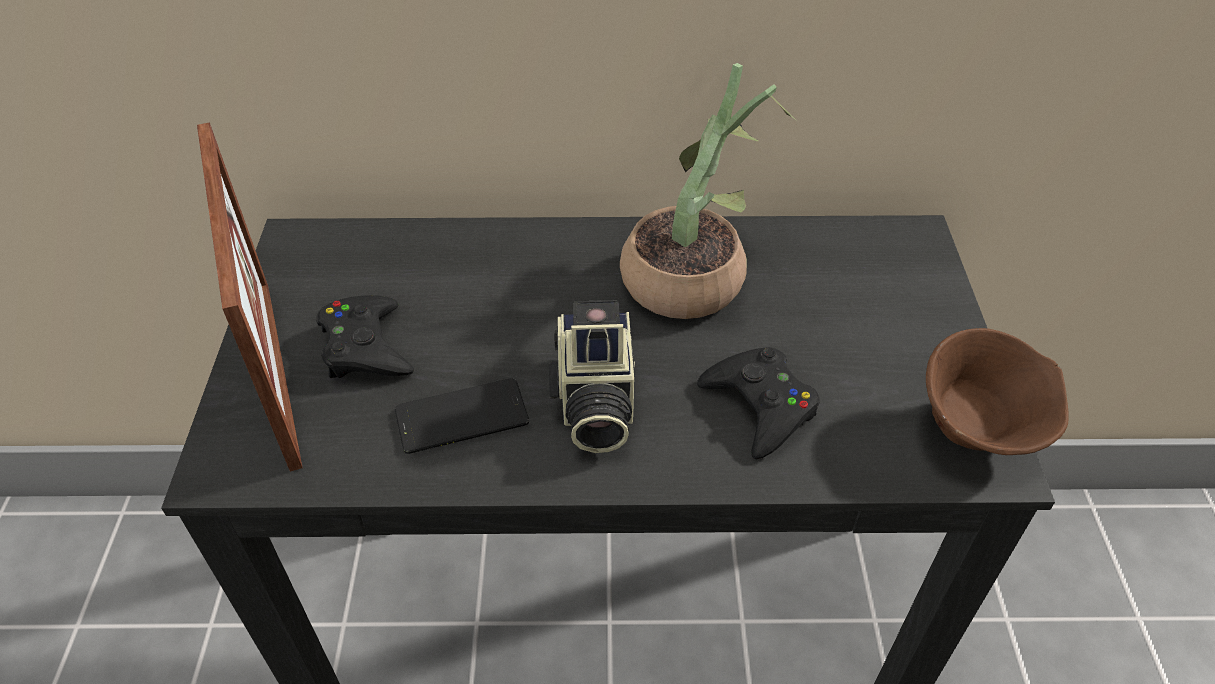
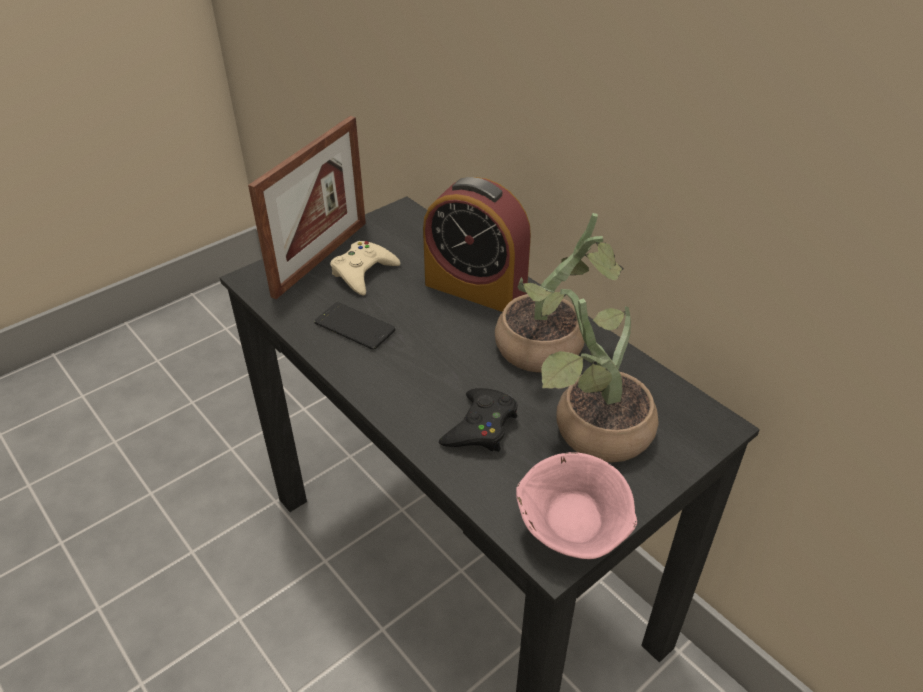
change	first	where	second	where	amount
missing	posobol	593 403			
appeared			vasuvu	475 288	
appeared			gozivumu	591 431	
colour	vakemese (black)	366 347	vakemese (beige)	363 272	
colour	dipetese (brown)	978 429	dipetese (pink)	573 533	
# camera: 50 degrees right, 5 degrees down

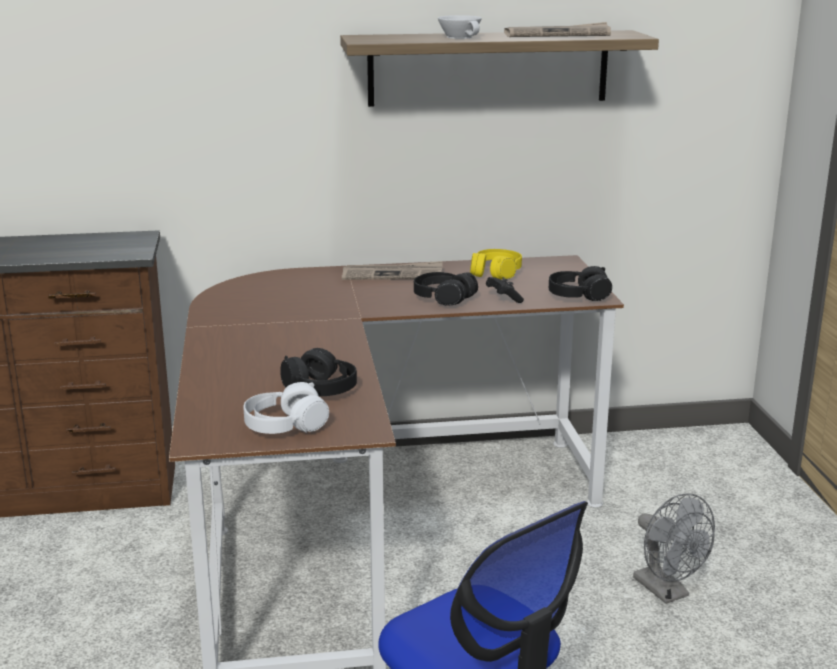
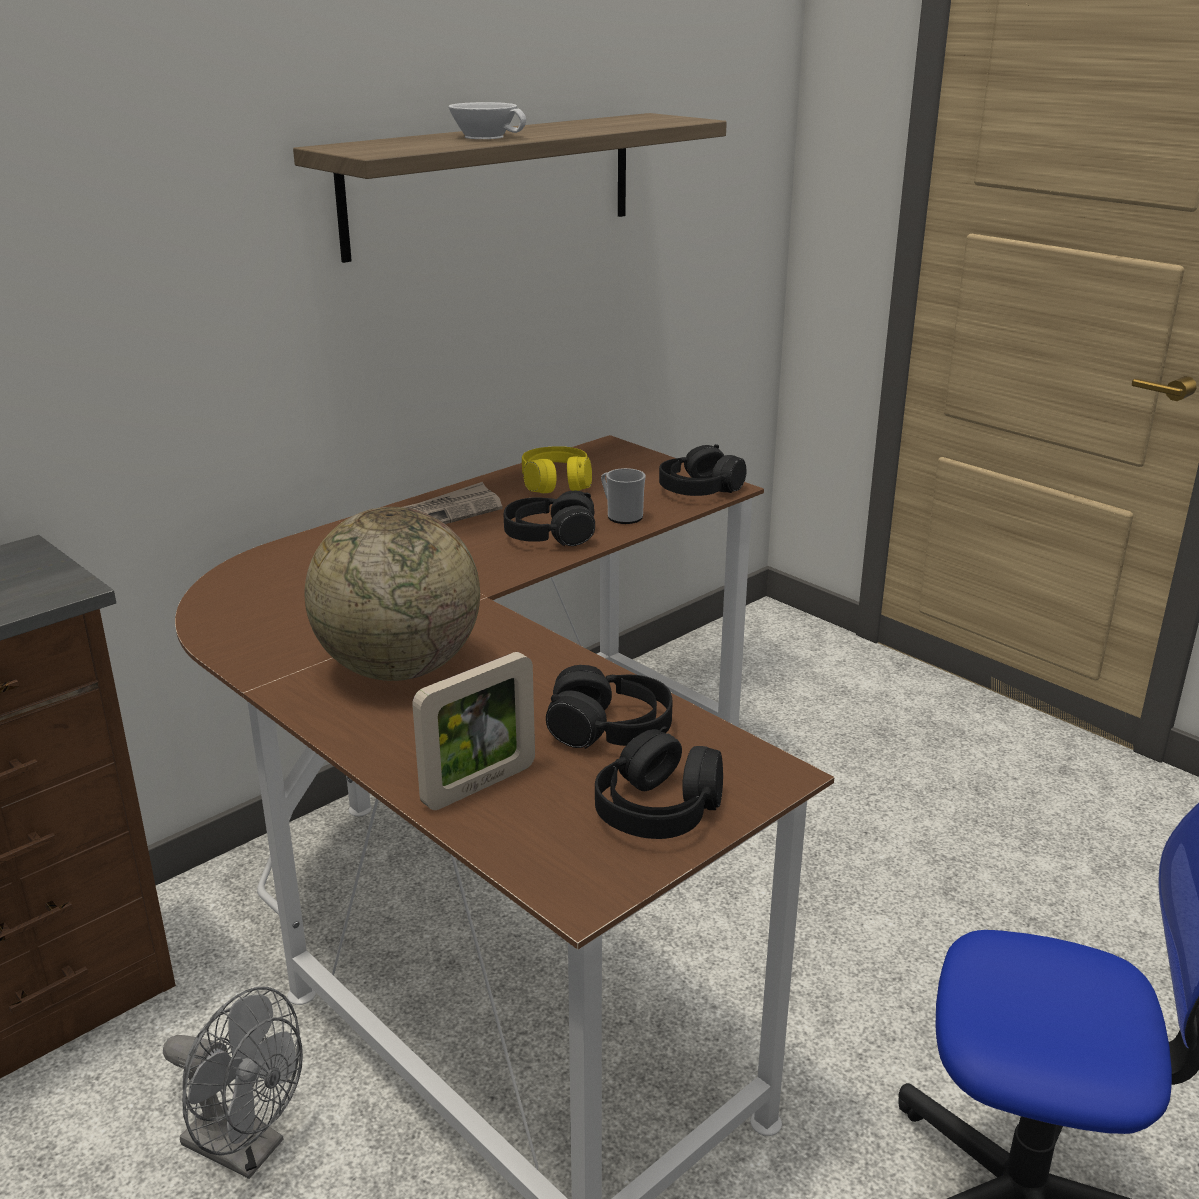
change	first	where	second	where	amount
missing	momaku	558 34			
appeared			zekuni	399 668	
appeared			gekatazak	479 785	
relocated	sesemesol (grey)	667 592		246 1149	
exchanged	vakemese (black)	503 298	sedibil	621 516	
colour	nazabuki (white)	285 425	nazabuki (black)	658 810	
# camera: 35 degrees left, 5 degrees up

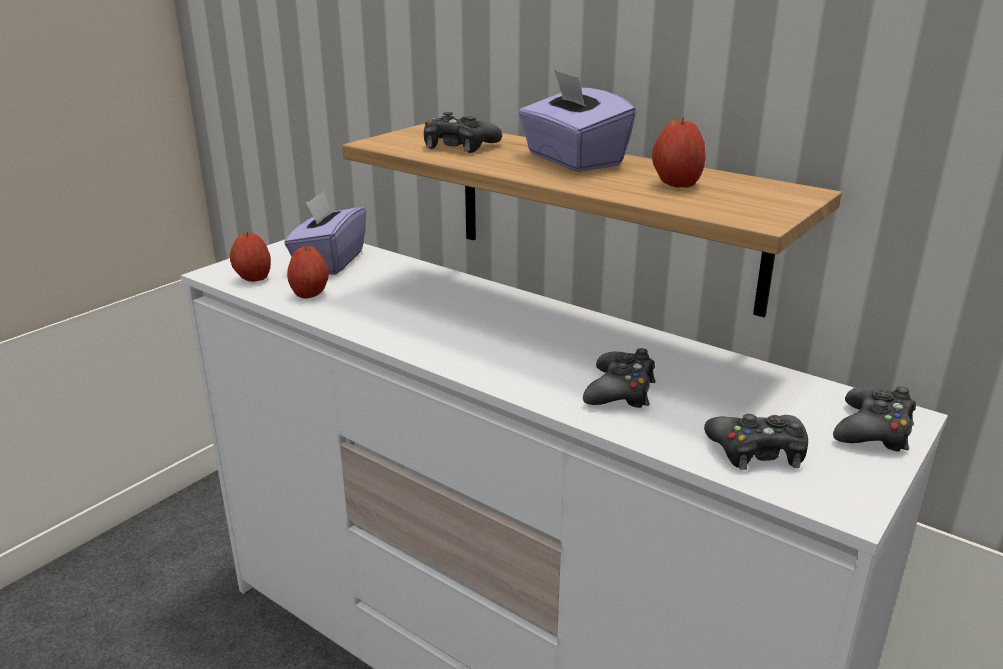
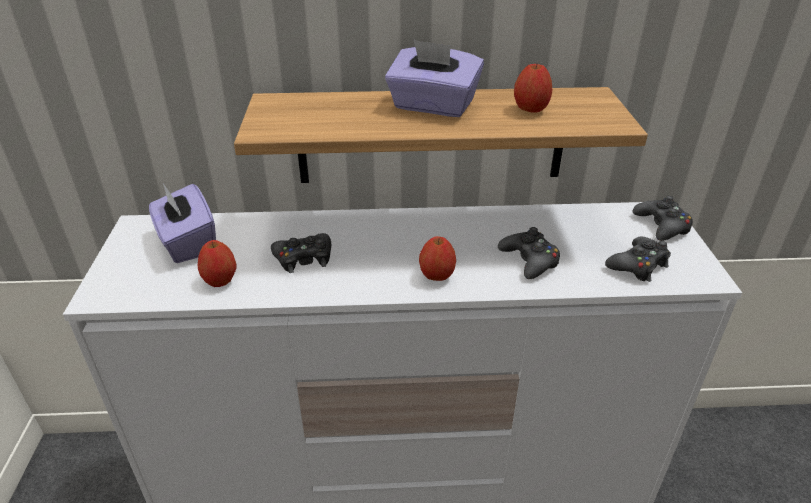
change	first	where	second	where	amount
relocated	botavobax	253 279		436 276	
relocated	vakemese (black)	459 146		304 258	
# camera: 40 degrees left, 10 degrees up

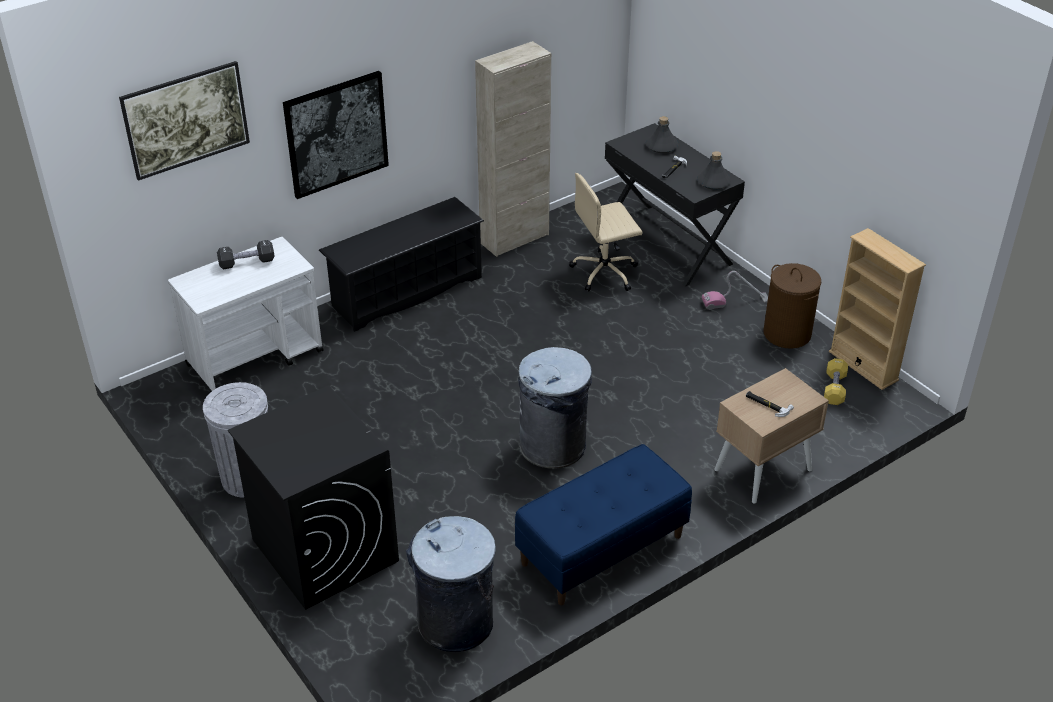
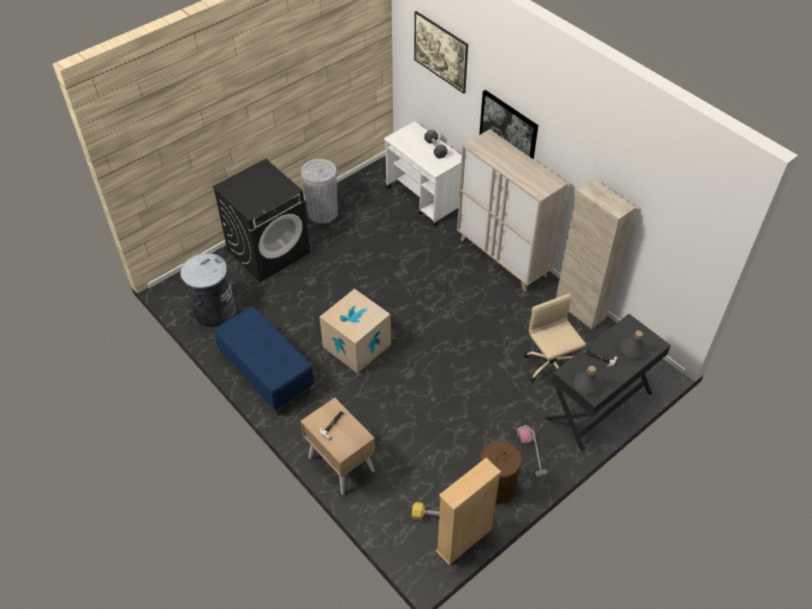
change	first	where	second	where	amount
exchanged	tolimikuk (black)	406 292	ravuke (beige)	503 257	
exchanged	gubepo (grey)	553 446	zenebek	357 345	
# camera: 85 degrees right, 10 degrees up

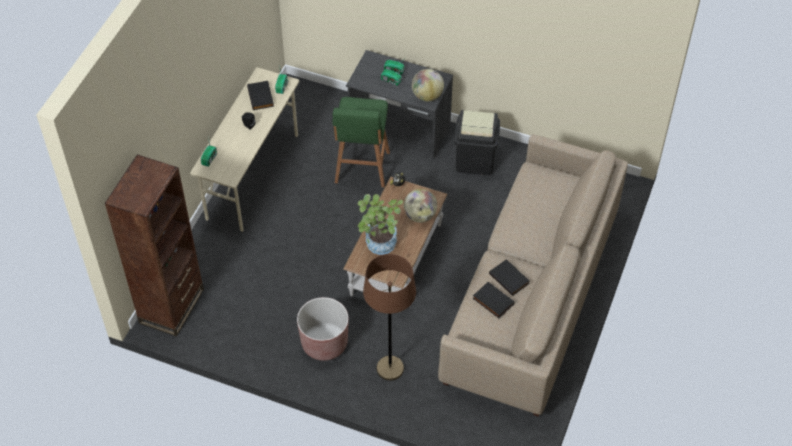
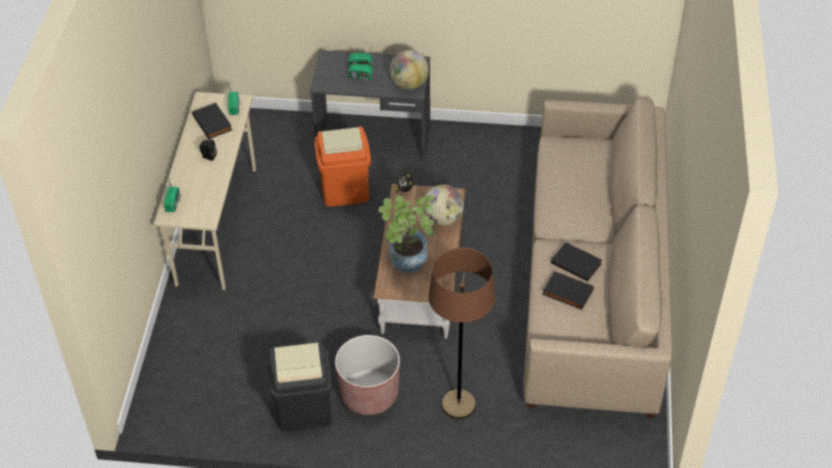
change	first	where	second	where	amount
missing	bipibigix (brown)	172 306			
relocated	gubepo (black)	475 161		304 409	
exchanged	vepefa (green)	362 169	gubepo (orange)	345 190	
# camera: 15 degrees left, 5 degrees down

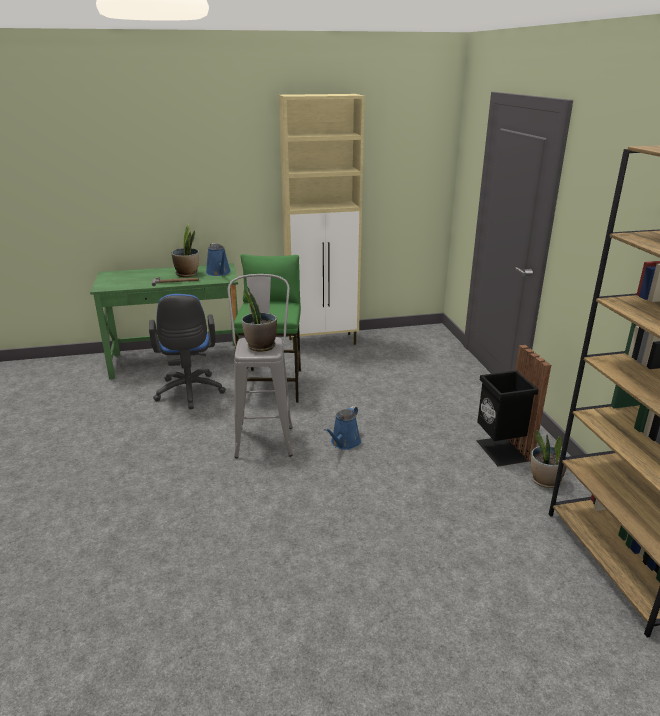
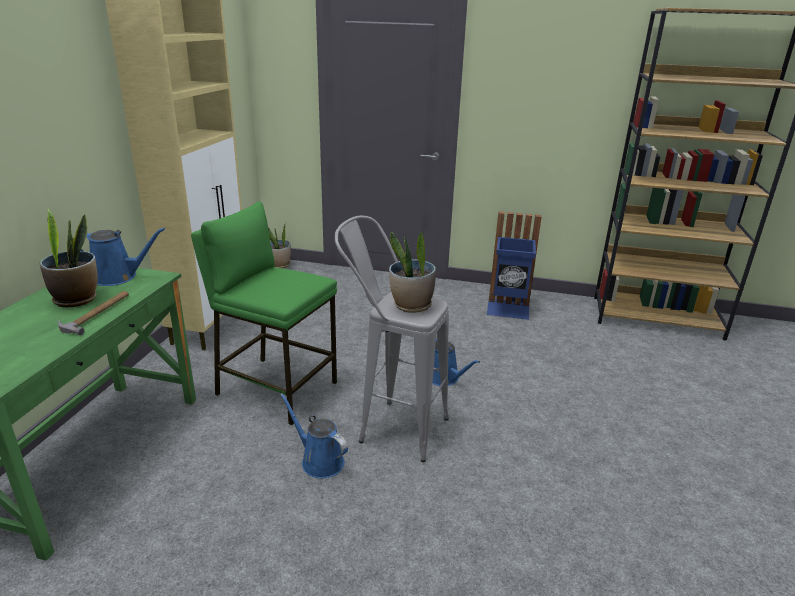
change	first	where	second	where	amount
missing	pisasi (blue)	189 393			
appeared			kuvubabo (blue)	319 461	
relocated	gozivumu	545 480		279 265	
colour	gubepo (black)	502 450	gubepo (blue)	508 310	
# camera: 65 degrees left, 0 degrees up

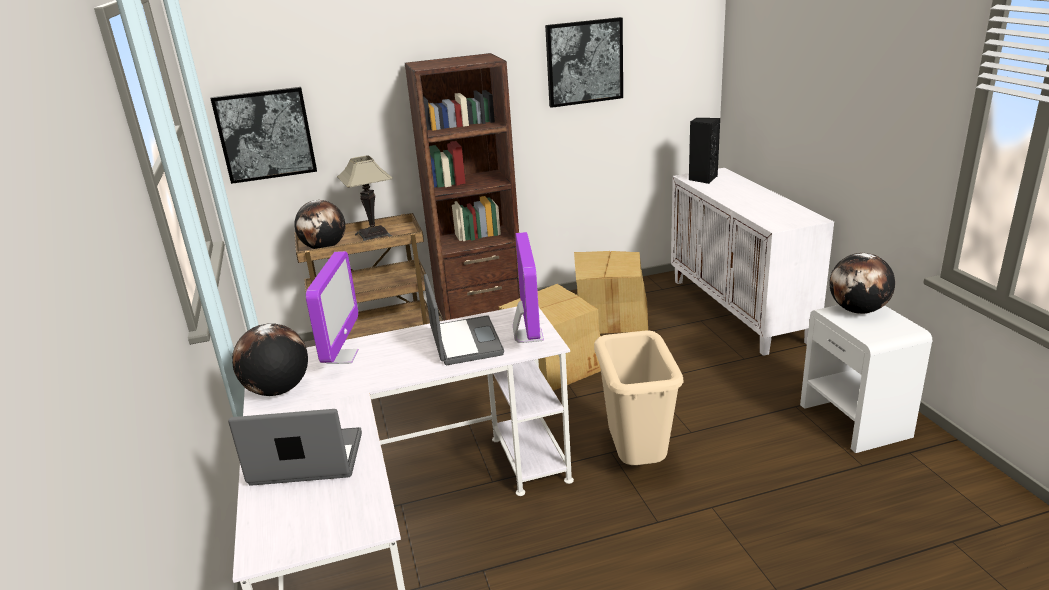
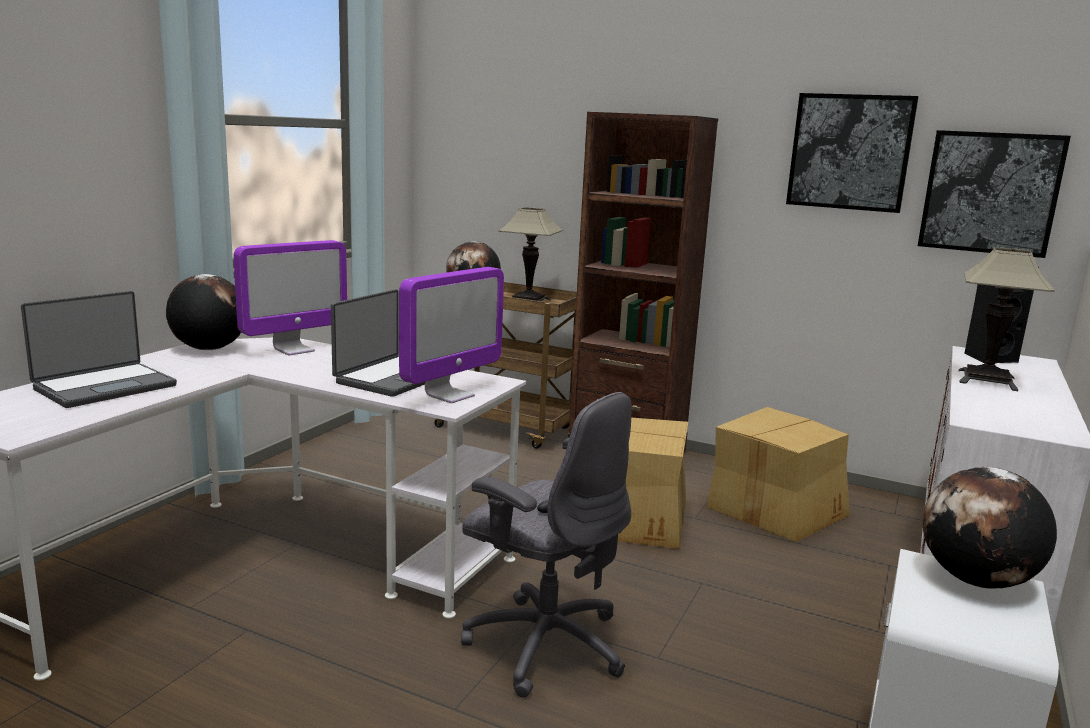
change	first	where	second	where	amount
appeared			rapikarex	987 380	
relocated	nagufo	265 134		990 193	
exchanged	gubepo (beige)	637 461	pisasi (grey)	544 643	
spun	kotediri	306 461		104 387	90 degrees clockwise
# camera: 40 degrees right, 10 degrees down

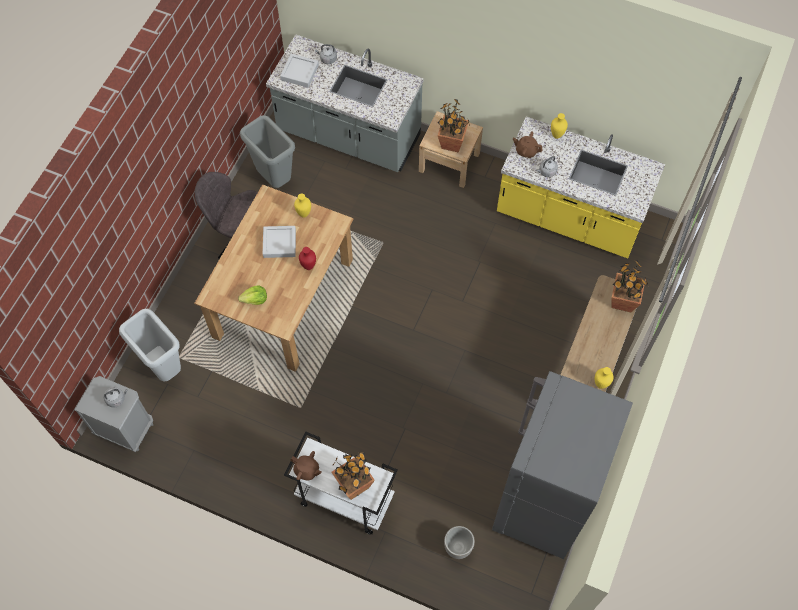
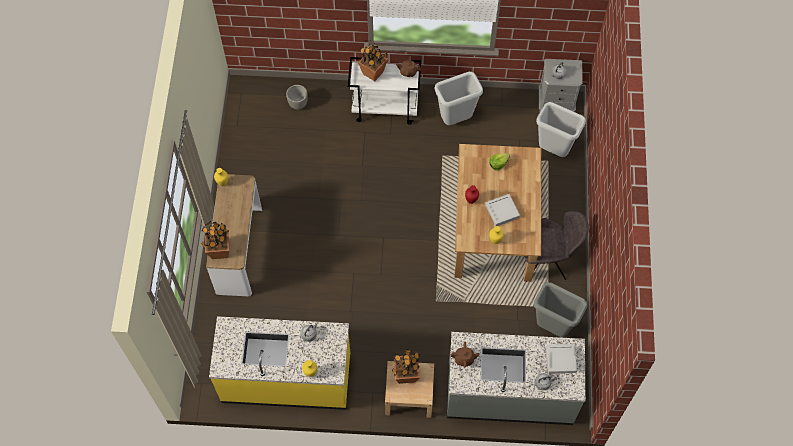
change	first	where	second	where	amount
missing	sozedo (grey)	541 504			
appeared			gubepo (grey)	456 119	
relocated	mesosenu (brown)	526 151		464 359	
# camera: 160 degrees right, 0 degrees up

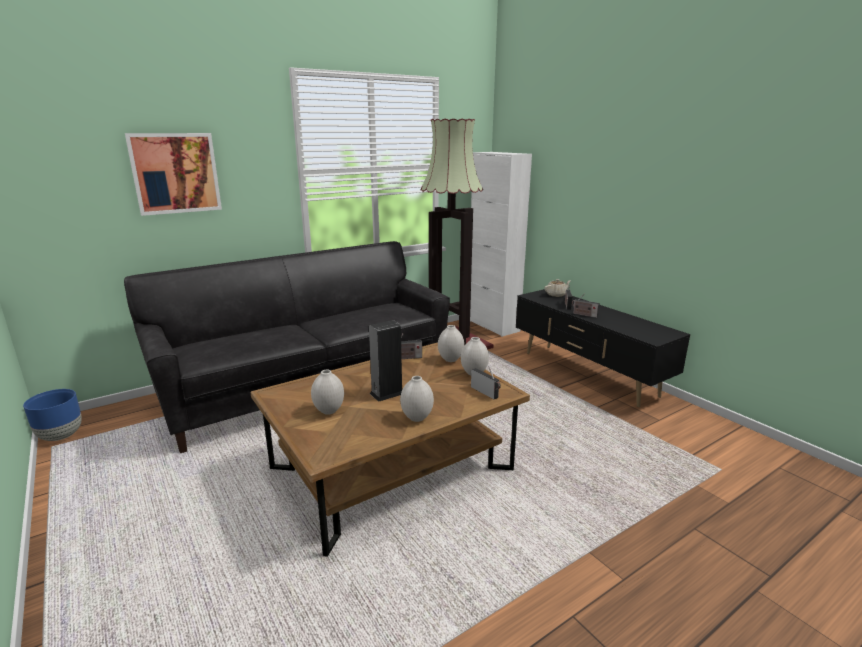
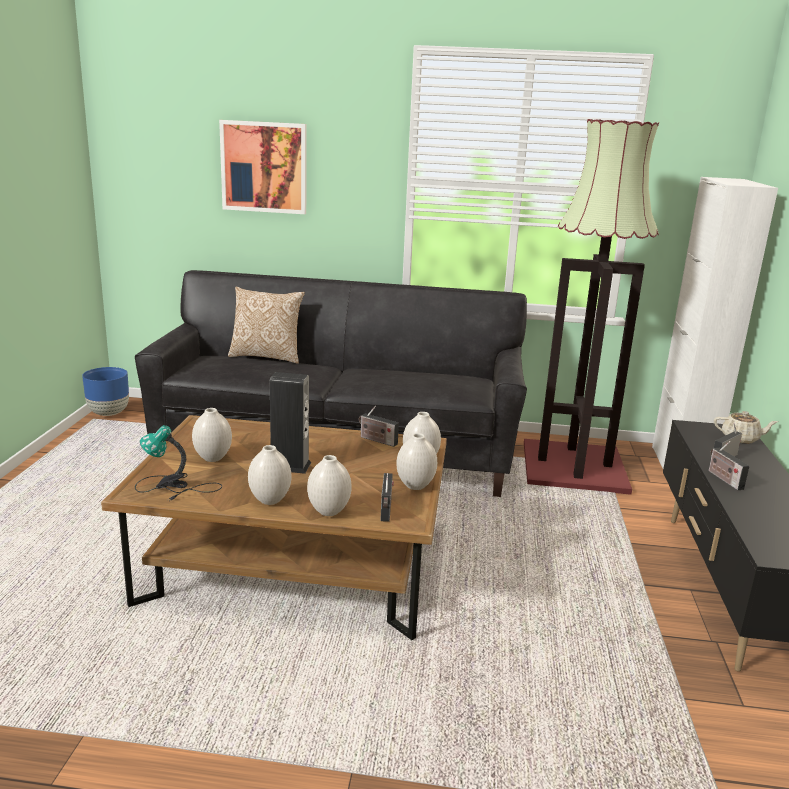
change	first	where	second	where	amount
appeared			rapikarex	174 487	
appeared			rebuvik	267 356	
appeared			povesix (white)	329 511	
# camera: 40 degrees right, 0 degrees up

